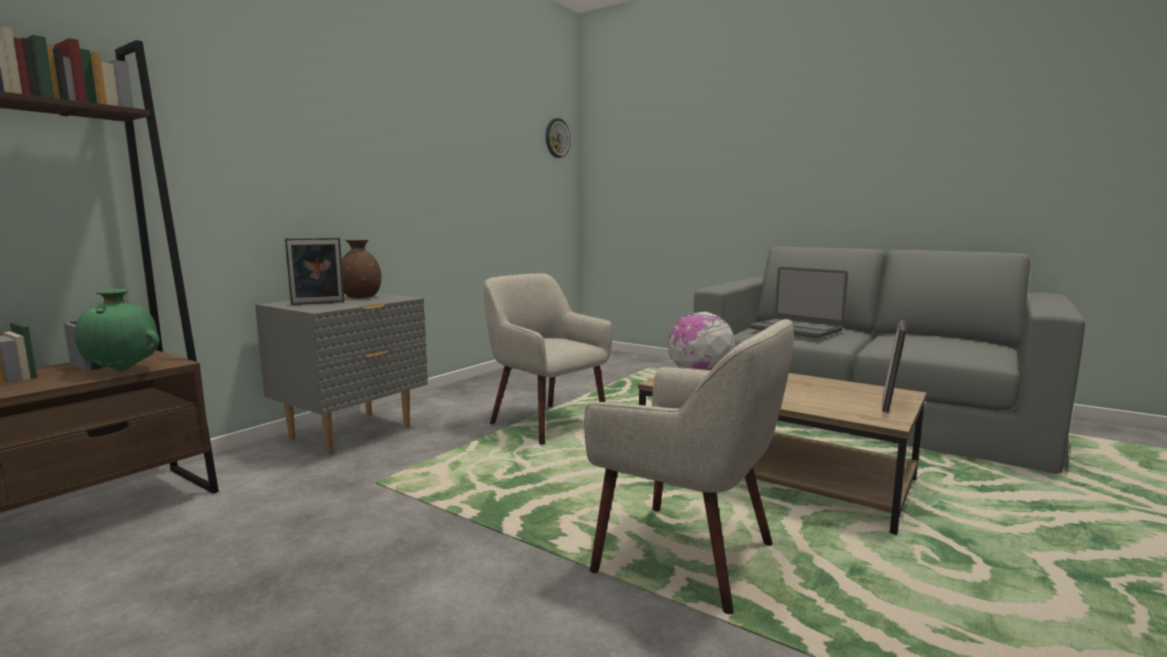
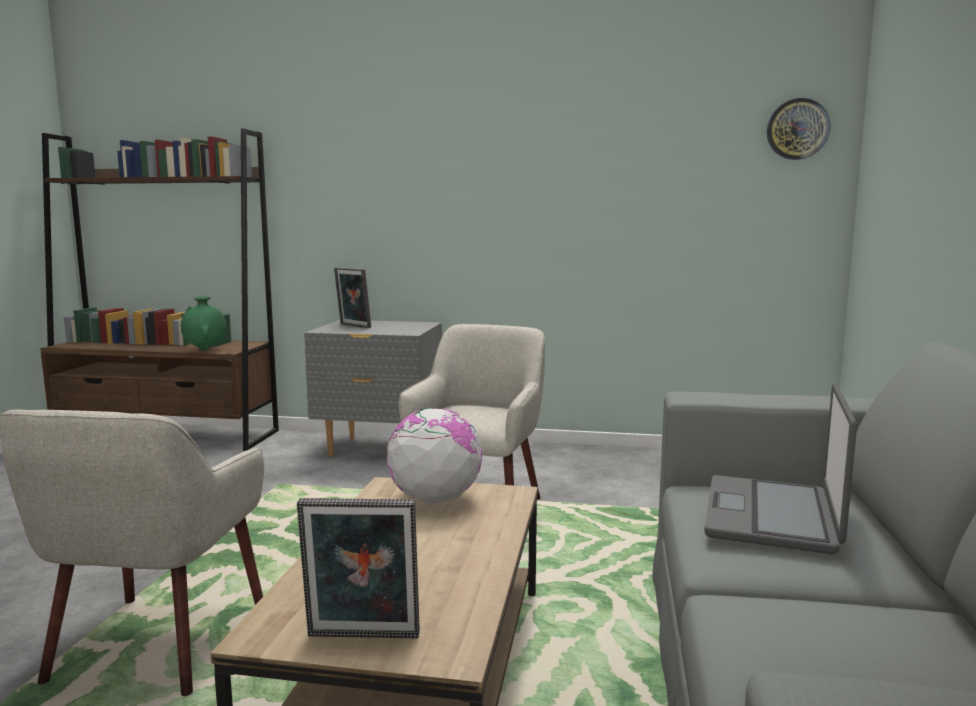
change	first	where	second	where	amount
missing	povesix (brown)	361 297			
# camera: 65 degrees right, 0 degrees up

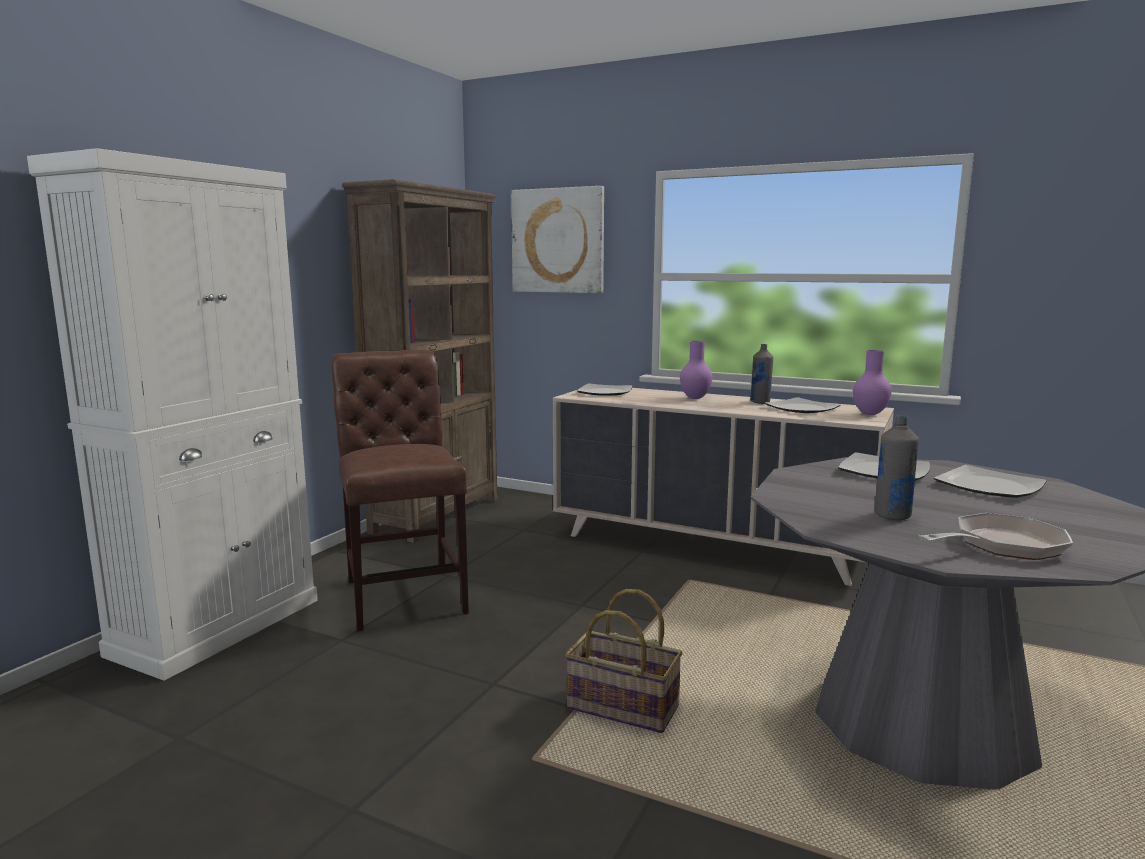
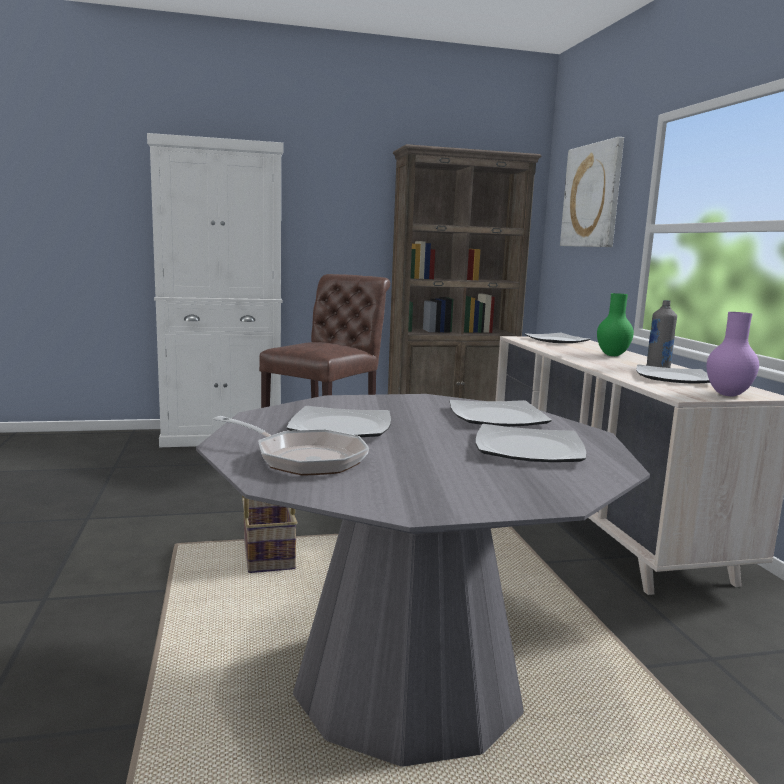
change	first	where	second	where	amount
exchanged	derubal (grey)	892 515	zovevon	340 427	
colour	povesix (purple)	695 398	povesix (green)	613 355	
# camera: 50 degrees right, 0 degrees up

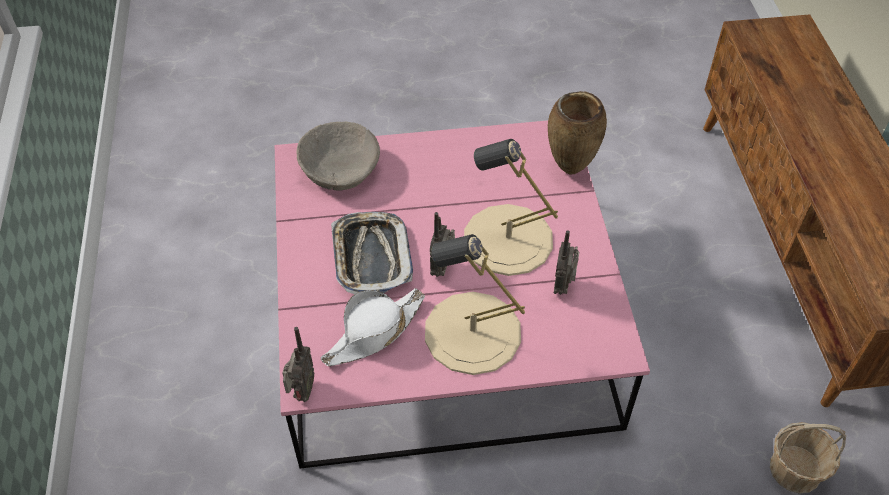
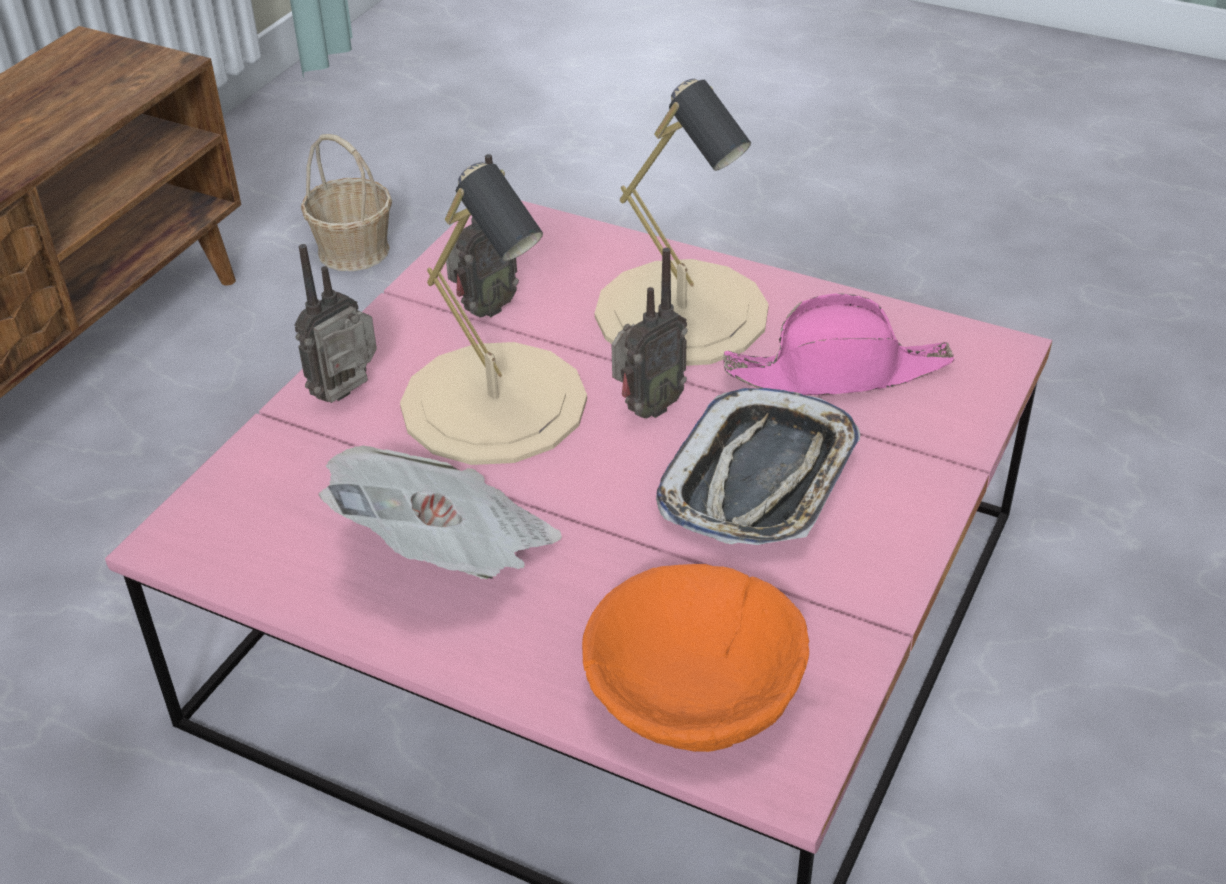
change	first	where	second	where	amount
missing	povesix (brown)	569 169			
appeared			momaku	449 553	
relocated	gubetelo	301 392		349 396	
colour	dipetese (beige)	340 168	dipetese (orange)	693 689	
colour	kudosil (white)	374 332	kudosil (pink)	838 372	
# camera: 145 degrees left, 10 degrees down

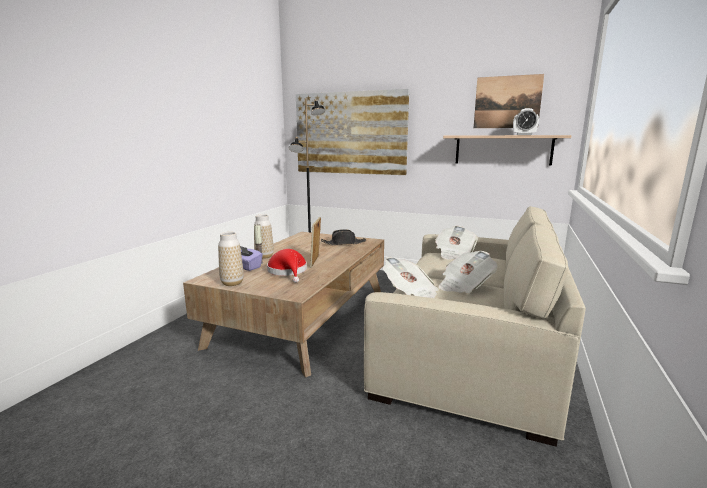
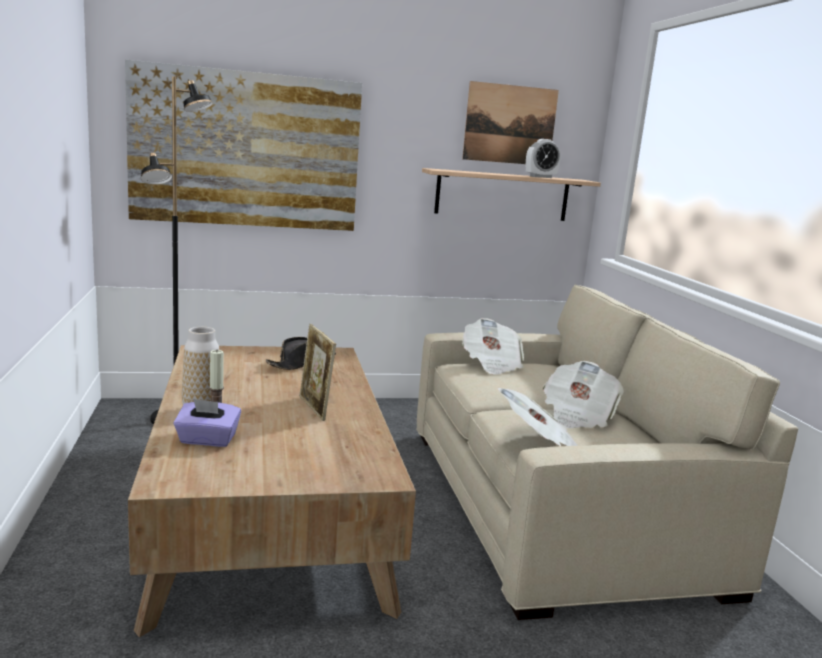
change	first	where	second	where	amount
missing	povesix	232 283			
missing	kudosil (red)	288 272			
# camera: 35 degrees left, 0 degrees up

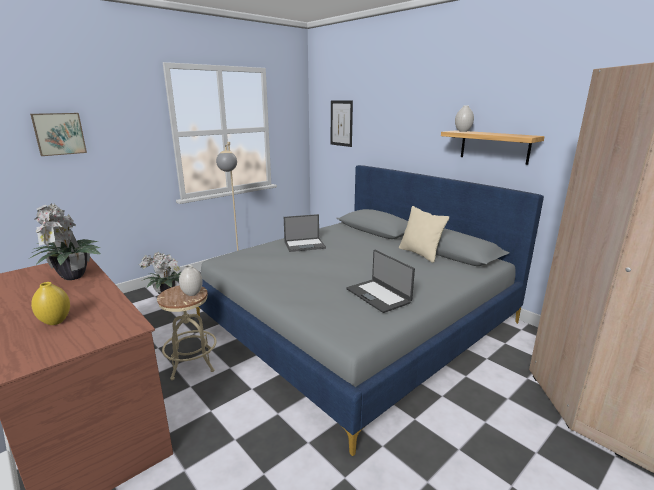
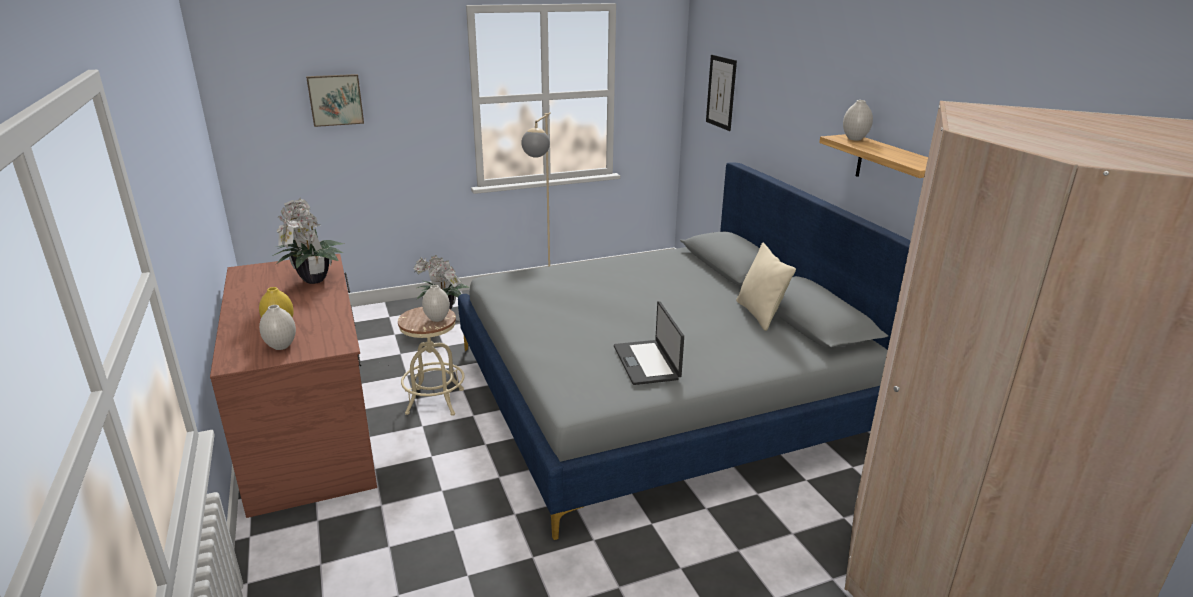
change	first	where	second	where	amount
missing	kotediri	305 245			
appeared			povesix (white)	280 346	
# camera: 20 degrees right, 5 degrees up

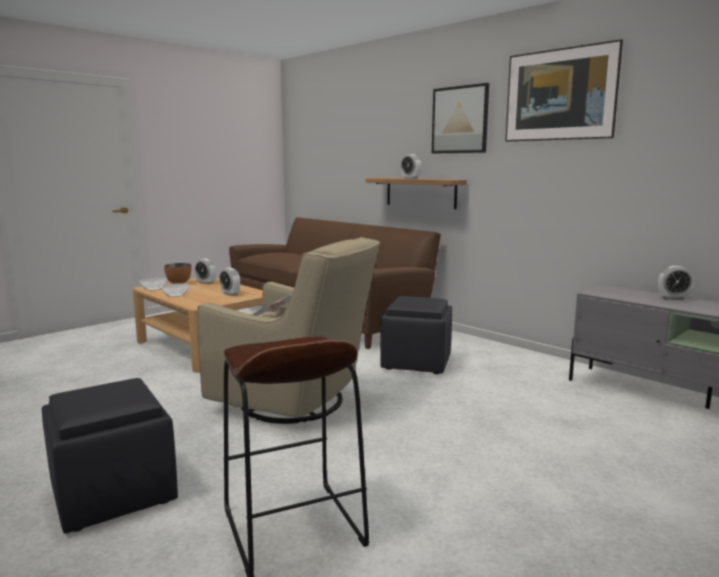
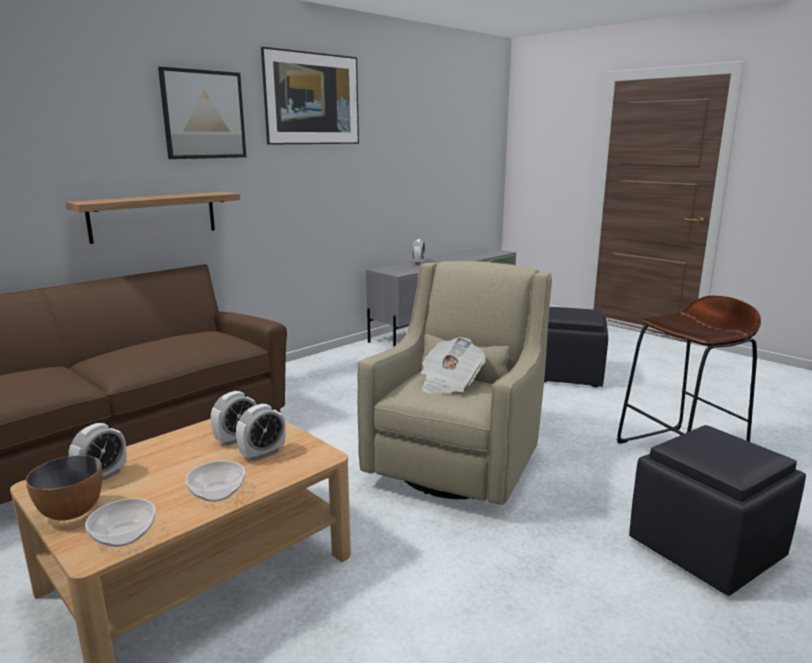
change	first	where	second	where	amount
relocated	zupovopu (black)	417 362		570 374	
relocated	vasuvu	410 178		262 453	
# camera: 90 degrees left, 5 degrees up

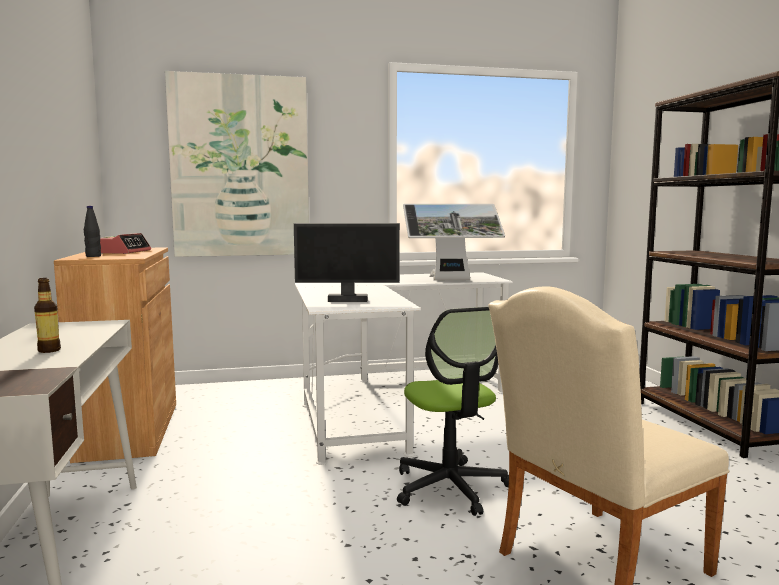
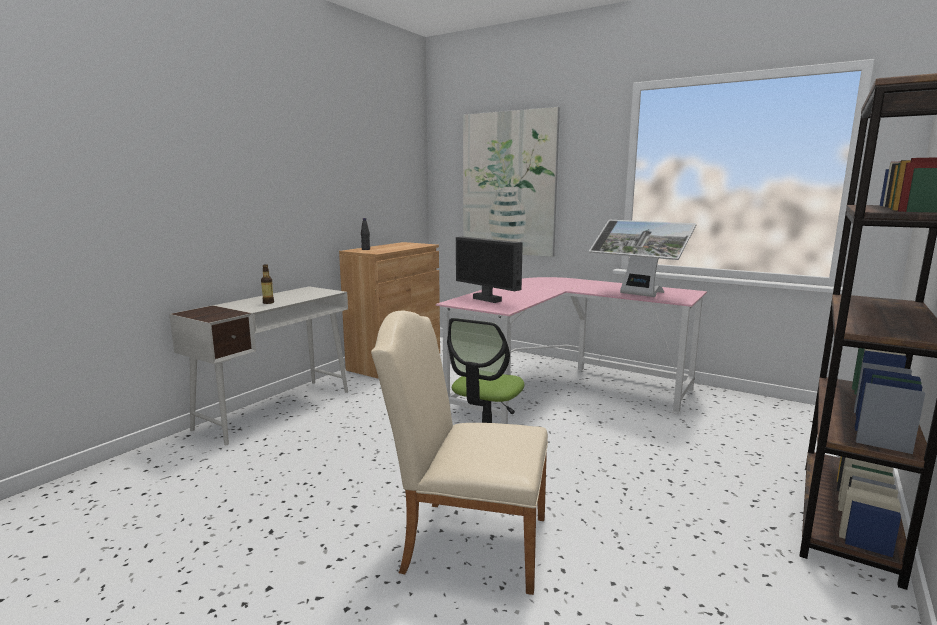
change	first	where	second	where	amount
missing	vasuvu	123 252			
colour	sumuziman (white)	386 403	sumuziman (pink)	562 390	
# camera: 45 degrees right, 5 degrees up

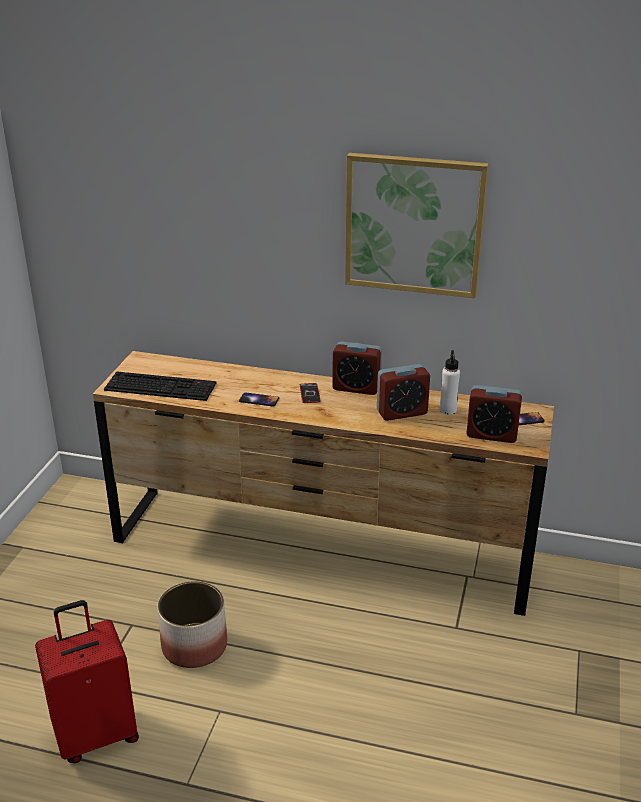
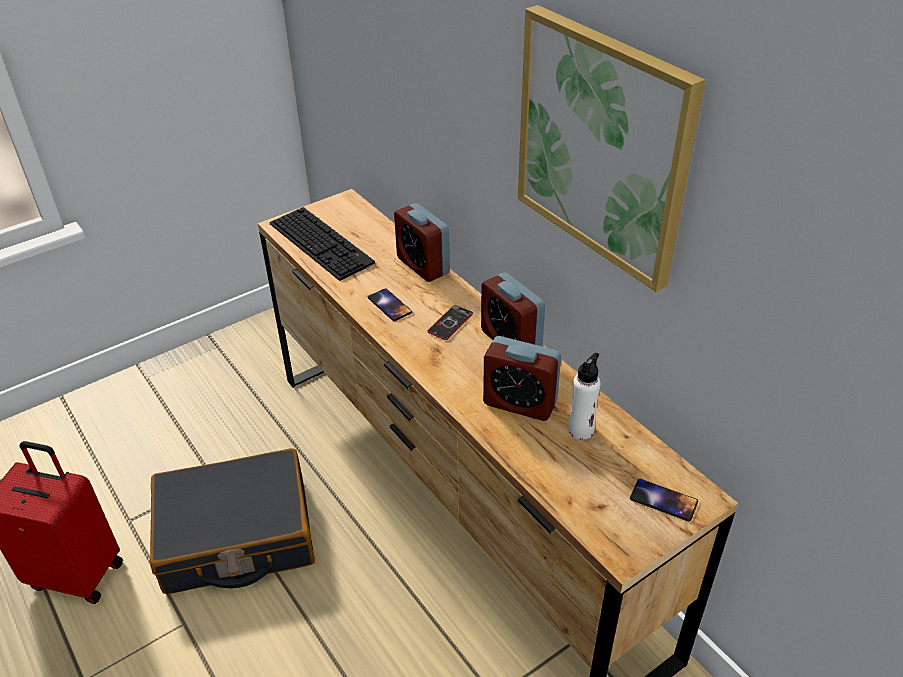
change	first	where	second	where	amount
relocated	vasuvu	491 434		423 265	
exchanged	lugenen	194 645	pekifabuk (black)	236 536	
# camera: 40 degrees right, 10 degrees up

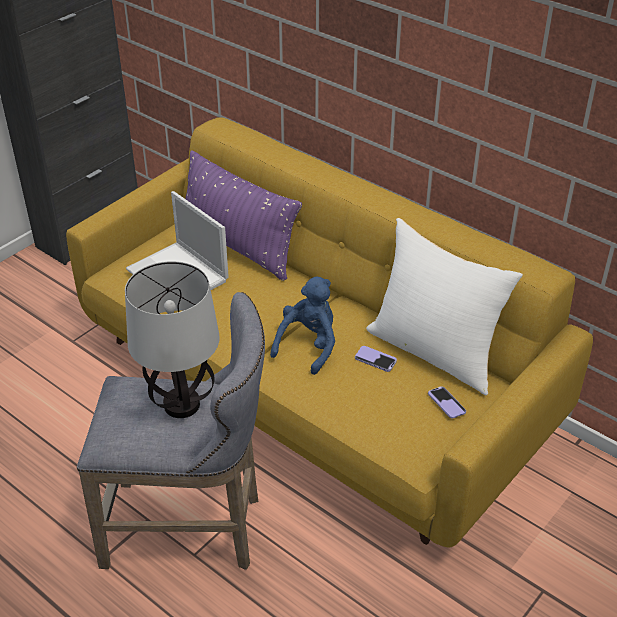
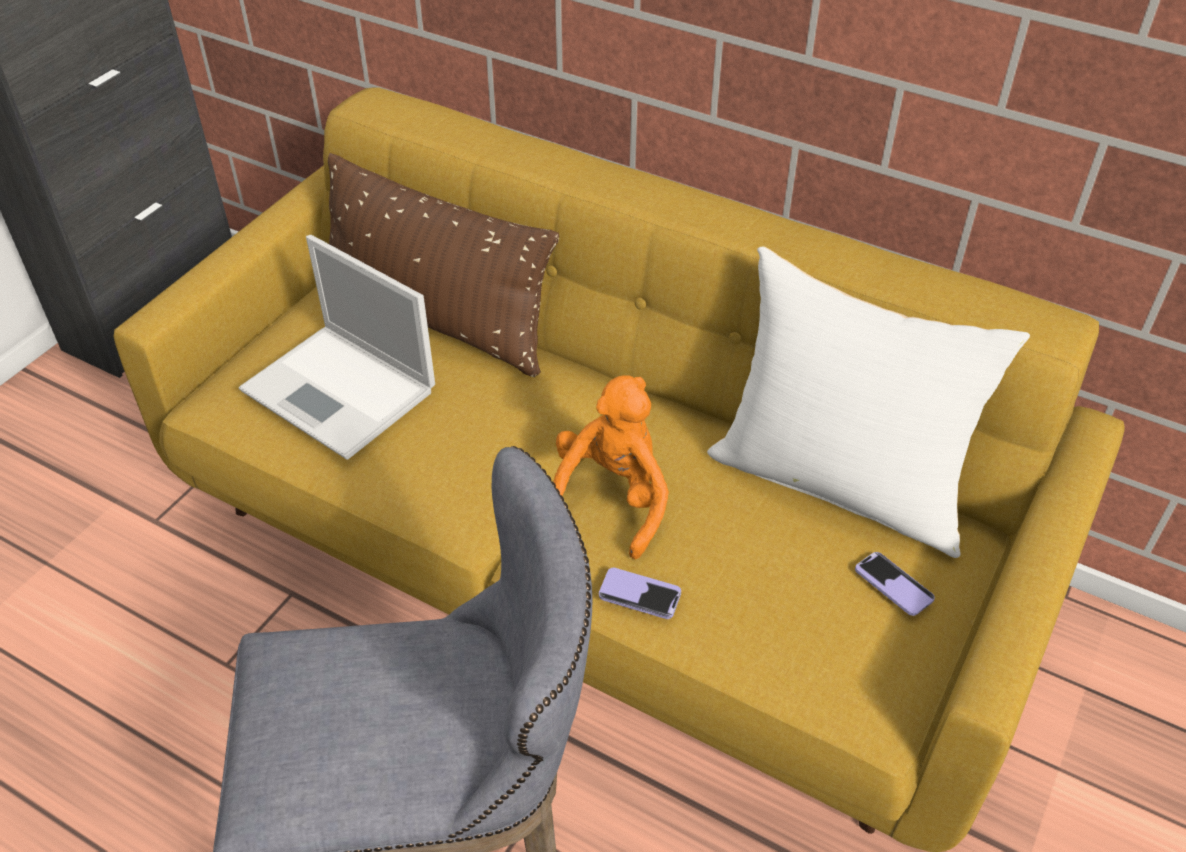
change	first	where	second	where	amount
missing	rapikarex	181 404			
relocated	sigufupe	375 360		639 595	
colour	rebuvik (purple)	237 246	rebuvik (brown)	436 321	
colour	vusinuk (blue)	308 345	vusinuk (orange)	611 500	
# camera: 10 degrees left, 5 degrees up

